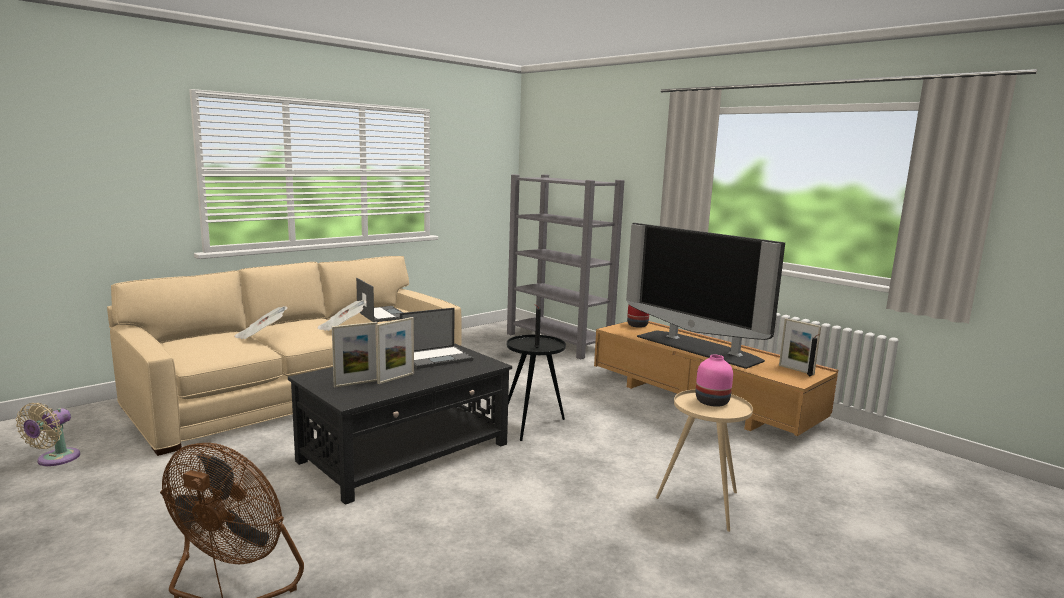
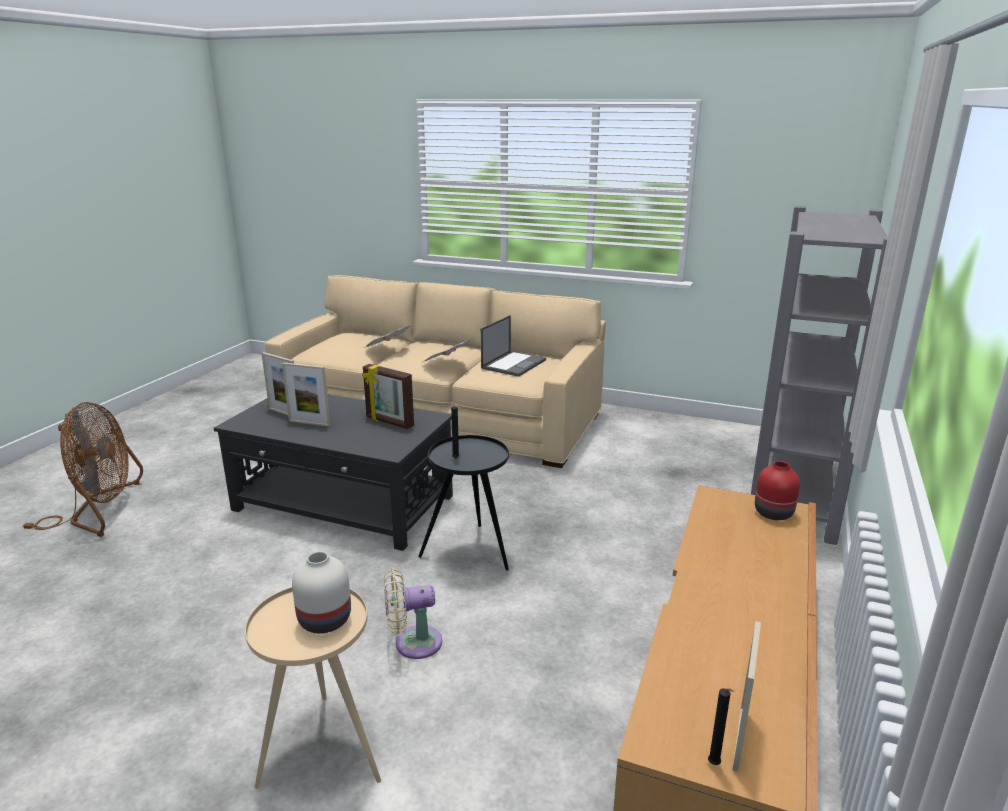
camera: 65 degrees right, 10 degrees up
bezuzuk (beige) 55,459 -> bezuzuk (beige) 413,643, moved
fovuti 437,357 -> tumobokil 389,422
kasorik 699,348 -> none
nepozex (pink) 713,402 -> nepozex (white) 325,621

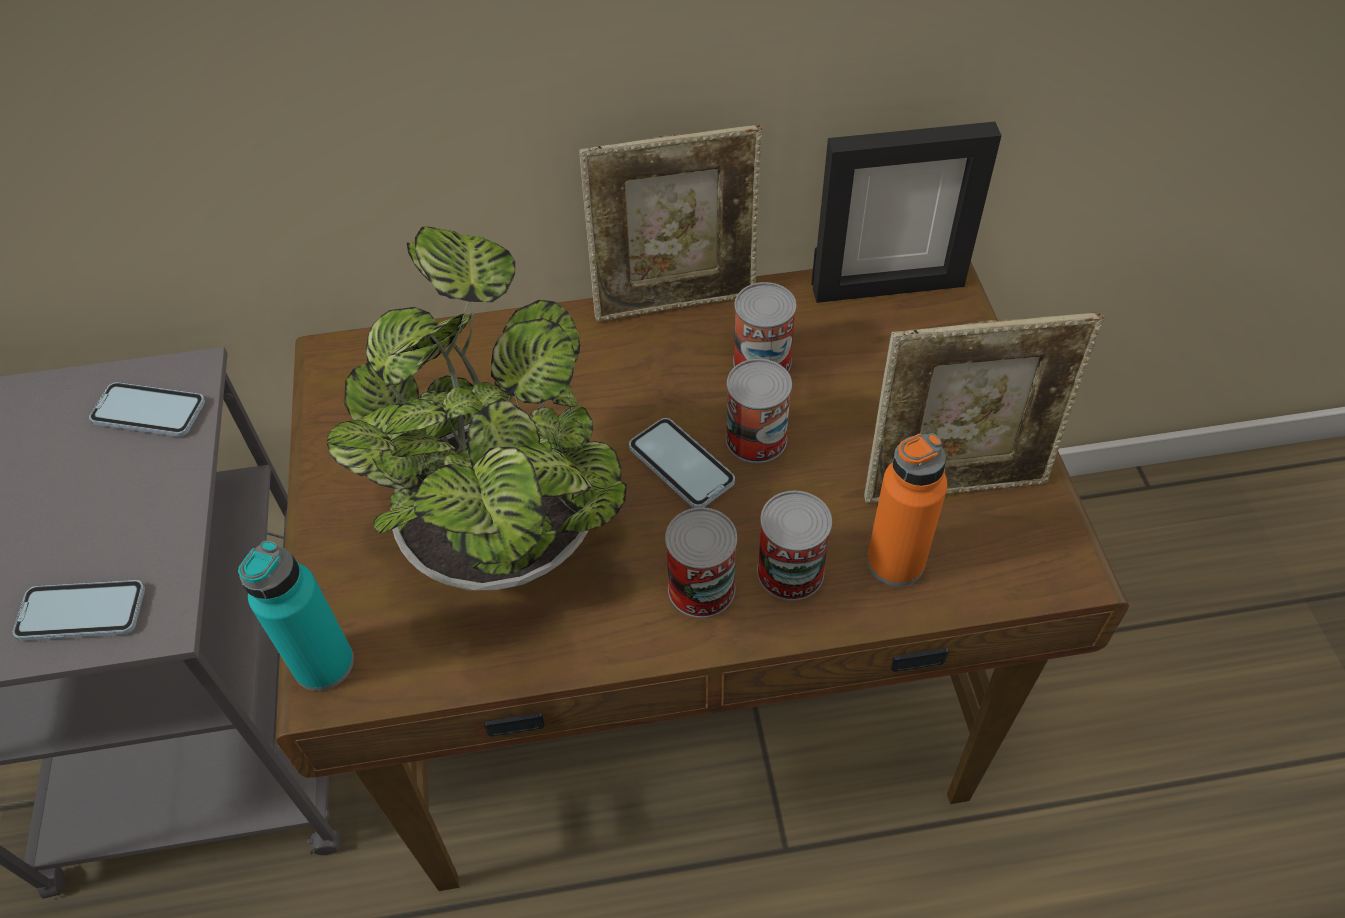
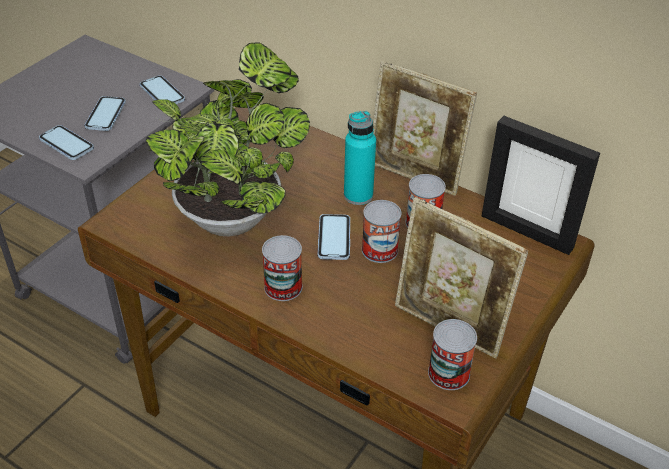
camera: 40 degrees right, 10 degrees down
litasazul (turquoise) 323,664 -> litasazul (turquoise) 358,195, moved
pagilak 790,571 -> pagilak 448,373, moved
litasazul (orange) 895,562 -> none
none -> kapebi 106,115

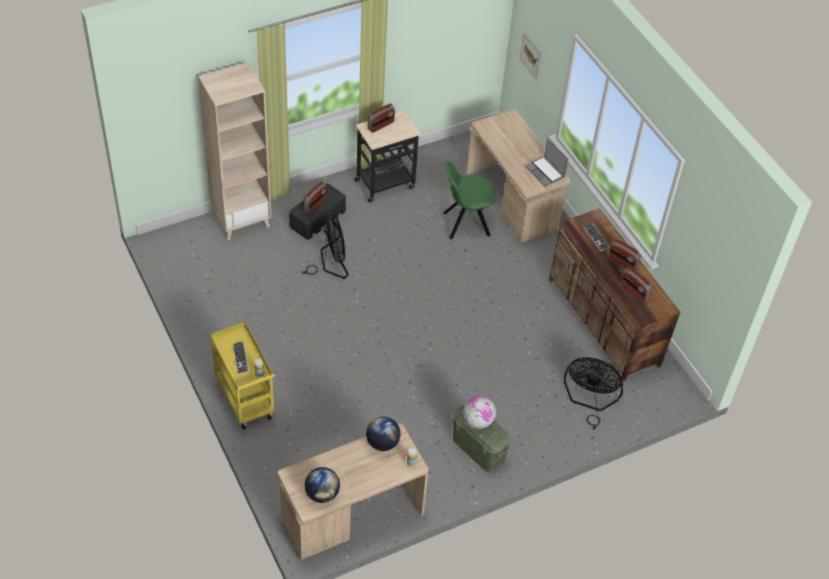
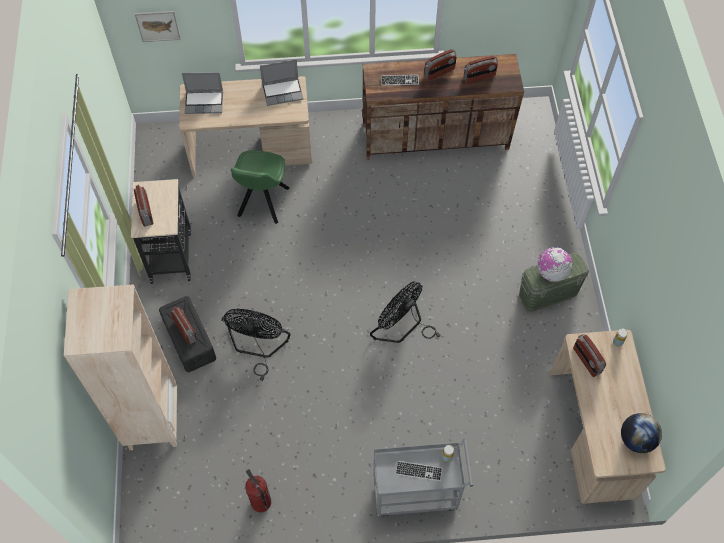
camera: 65 degrees left, 10 degrees up
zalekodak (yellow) 245,401 -> zalekodak (grey) 417,495
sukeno 382,443 -> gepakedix 586,361
bezuzuk (black) 590,401 -> bezuzuk (black) 405,325, moved
none -> fovuti 205,102
none -> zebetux 261,502

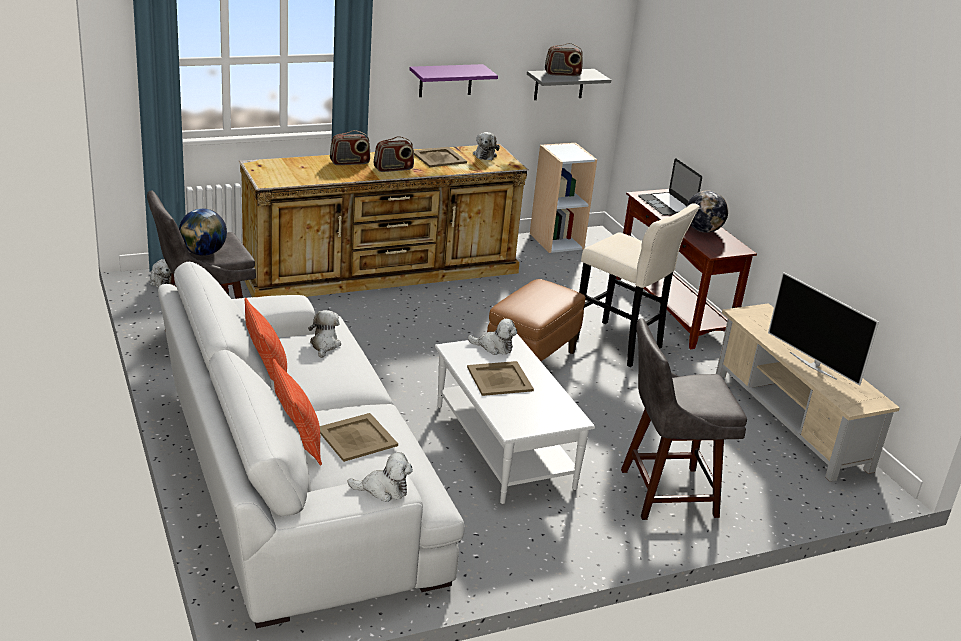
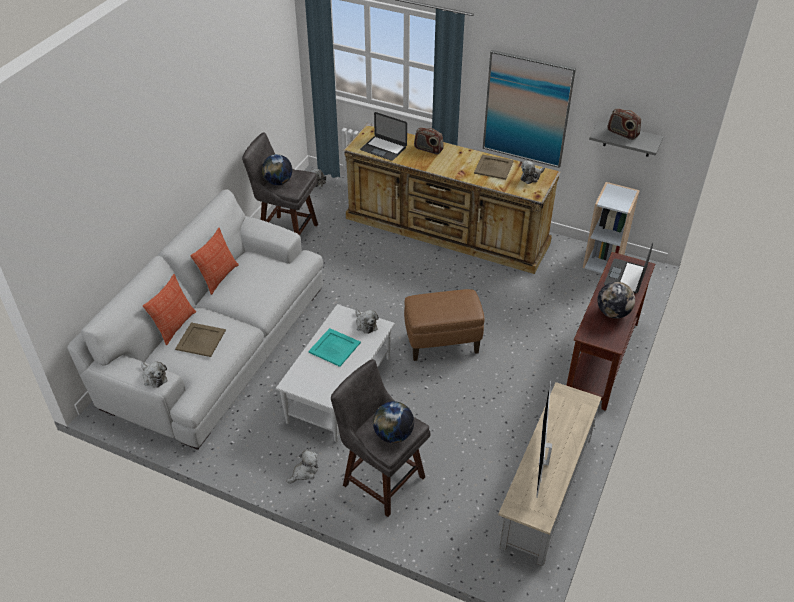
camera: 50 degrees right, 15 degrees up
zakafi 324,345 -> zakafi 304,472, moved
gepakedix 393,169 -> none
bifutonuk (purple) 445,80 -> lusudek 527,109
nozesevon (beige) 499,379 -> nozesevon (turquoise) 334,347
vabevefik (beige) 621,345 -> none
none -> fovuti 383,148
none -> sukeno 393,435

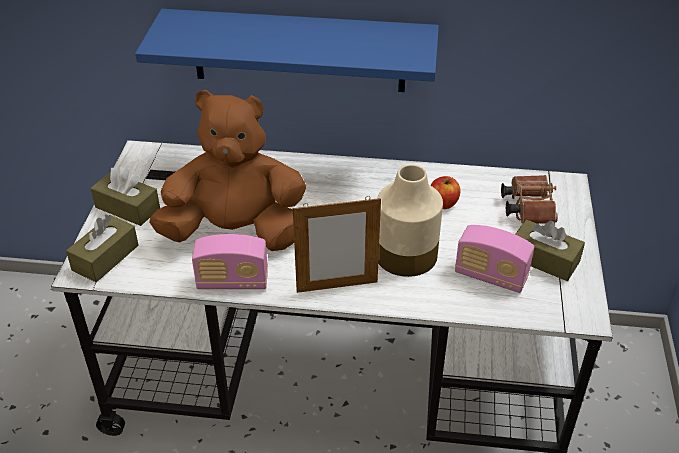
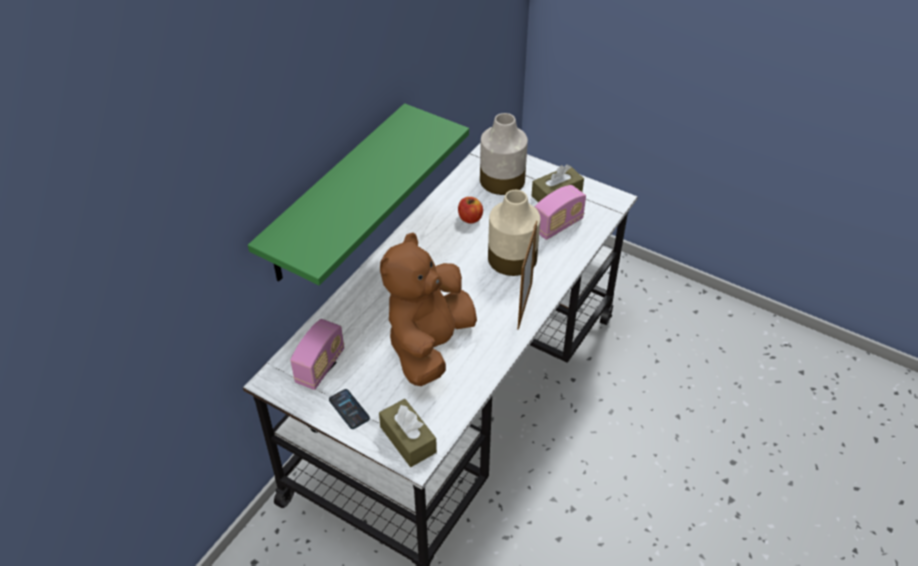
camera: 65 degrees left, 5 degrees up
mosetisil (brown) 127,208 -> kapebi 349,409
bifutonuk (blue) 299,51 -> bifutonuk (green) 335,195
gepakedix 232,282 -> gepakedix 320,367, moved
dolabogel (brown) 527,207 -> nepozex (beige) 501,180

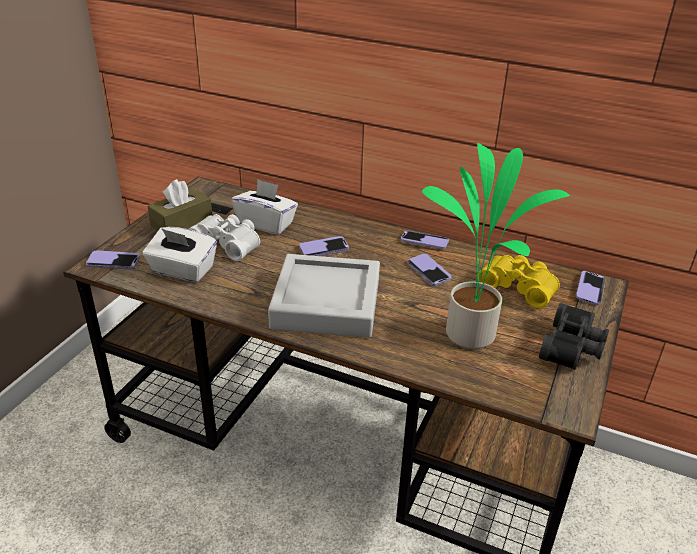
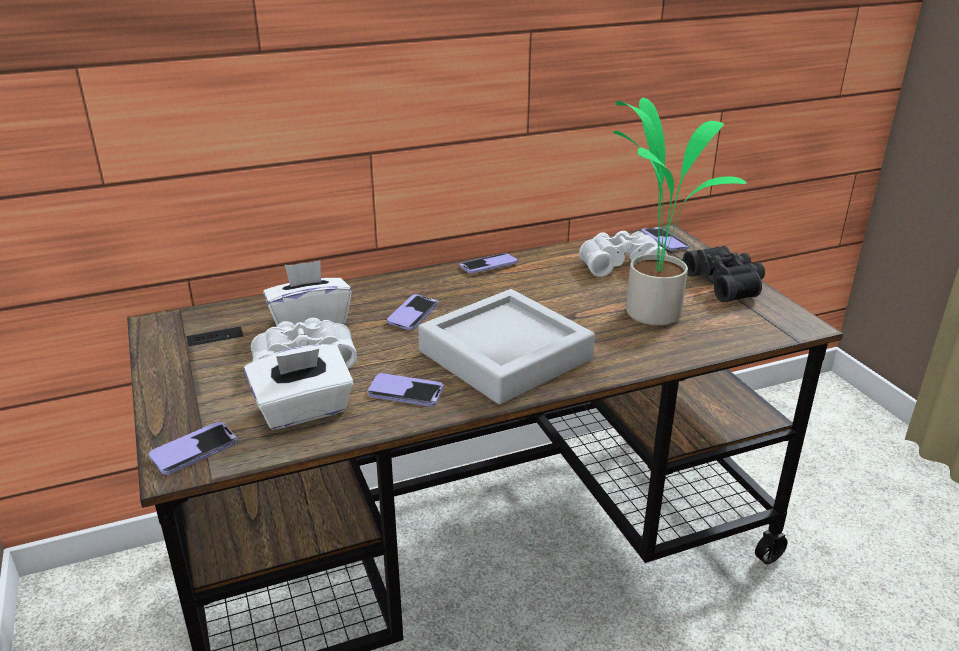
camera: 45 degrees left, 5 degrees down
mosetisil (brown) 182,222 -> none
kapebi 428,271 -> kapebi 405,392, moved
dolabogel (yellow) 519,286 -> dolabogel (white) 619,263

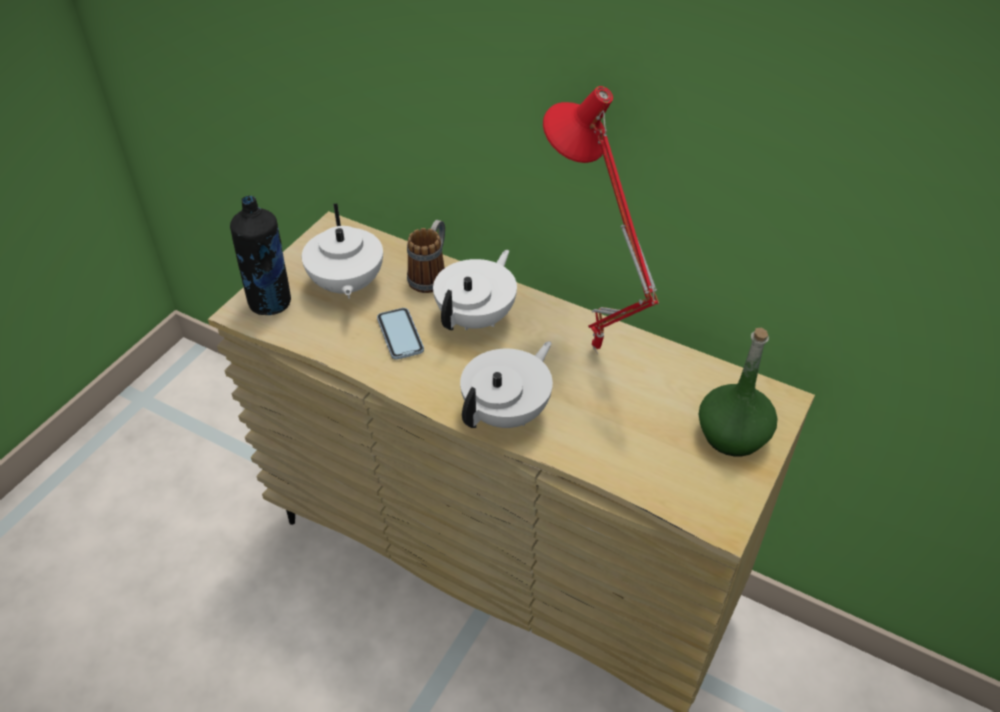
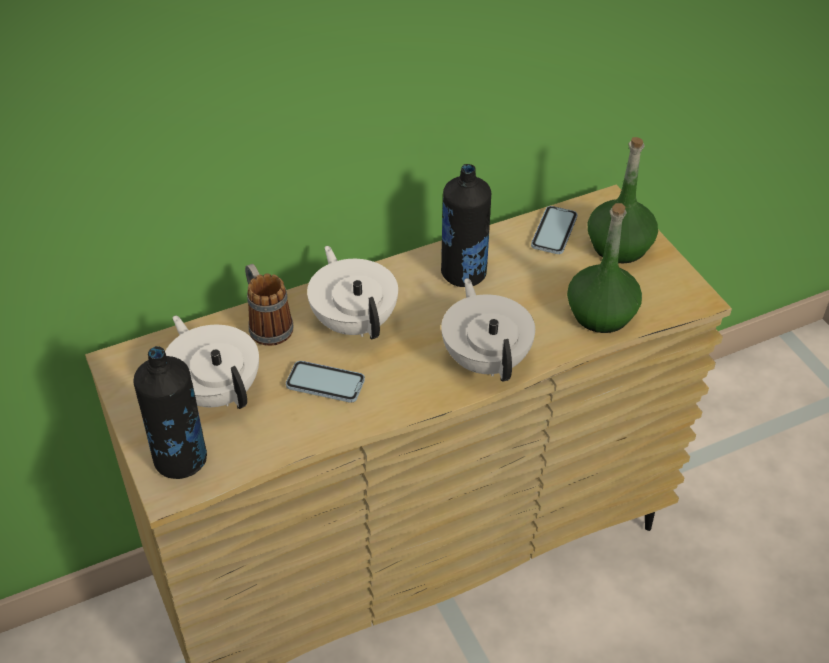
camera: 55 degrees left, 0 degrees up
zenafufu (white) 346,285 -> zenafufu (white) 216,390, 150 degrees counterclockwise
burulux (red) 590,351 -> litasazul (black) 463,274
none -> kapebi 554,232
none -> litasazul (green) 601,314

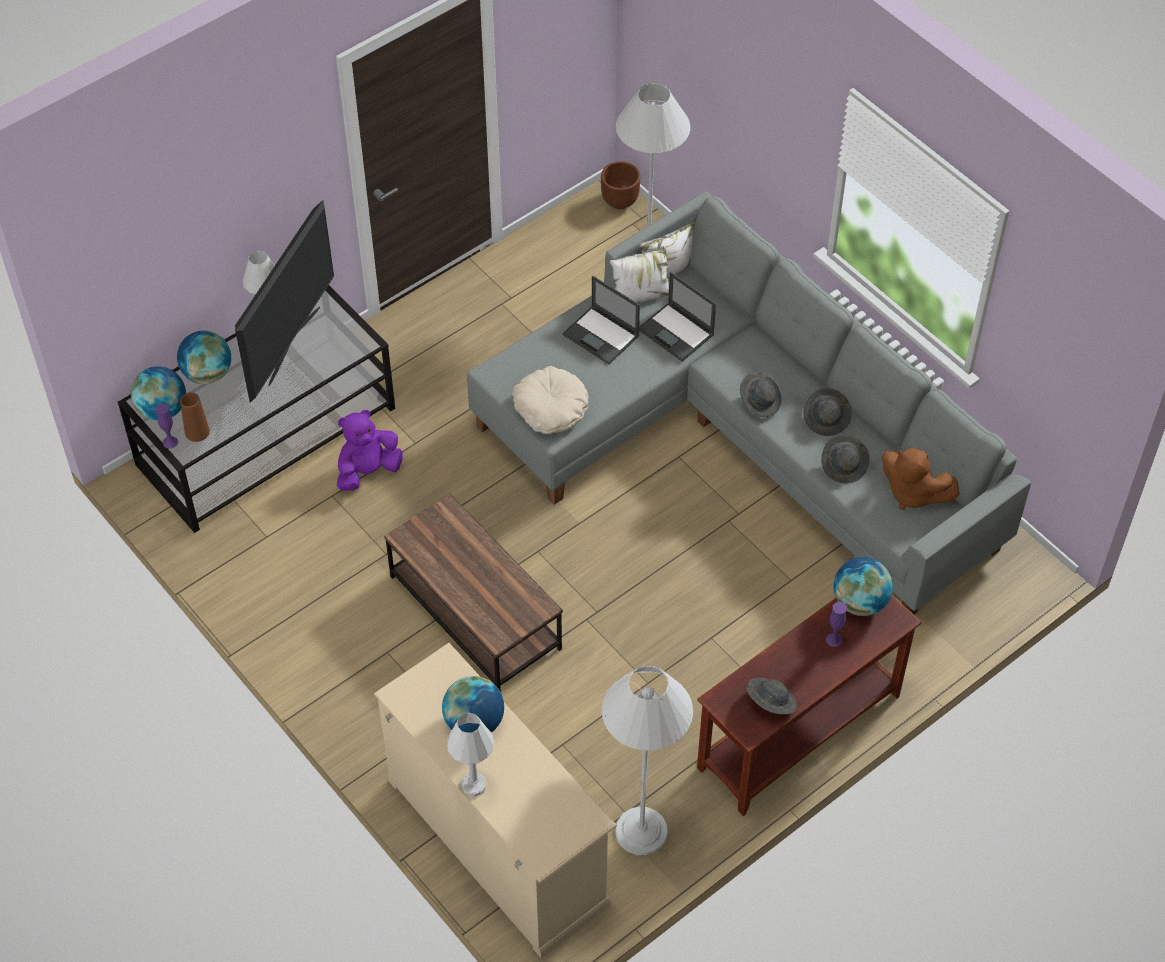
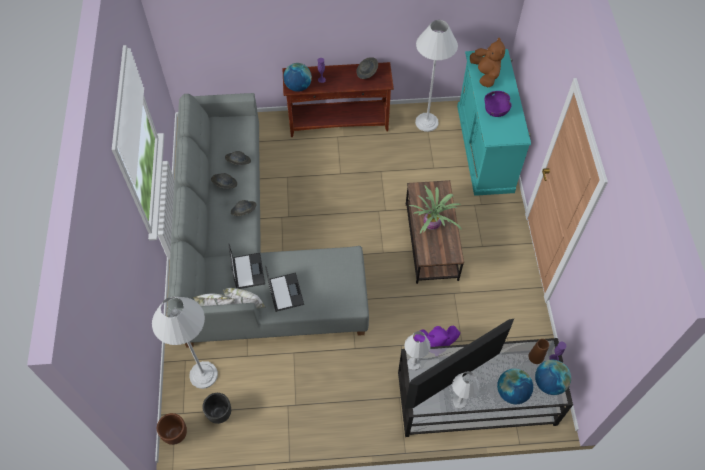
camera: 145 degrees left, 5 degrees up
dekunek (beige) 496,841 -> dekunek (turquoise) 485,148
sukeno 474,723 -> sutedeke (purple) 496,110
burulux (white) 474,785 -> burulux (white) 414,364, moved
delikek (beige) 552,408 -> none
zakafi (brown) 912,493 -> zakafi (brown) 485,74, moved
none -> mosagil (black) 219,414
none -> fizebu 432,225

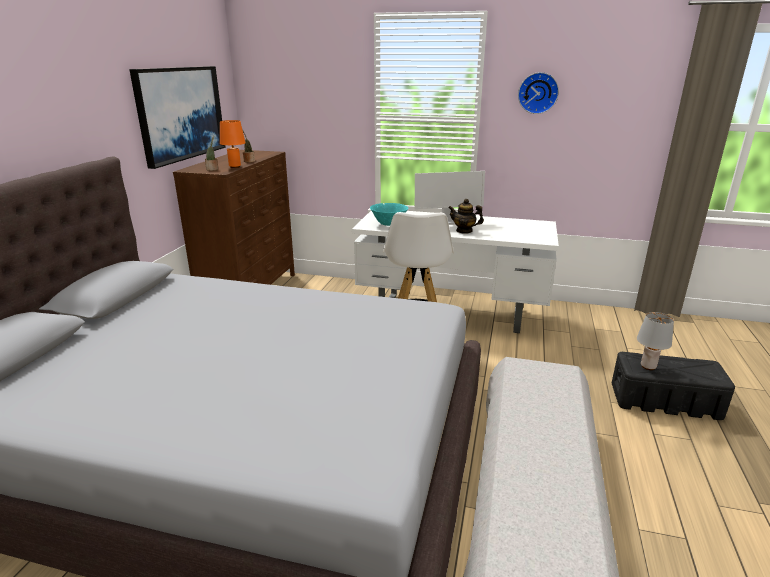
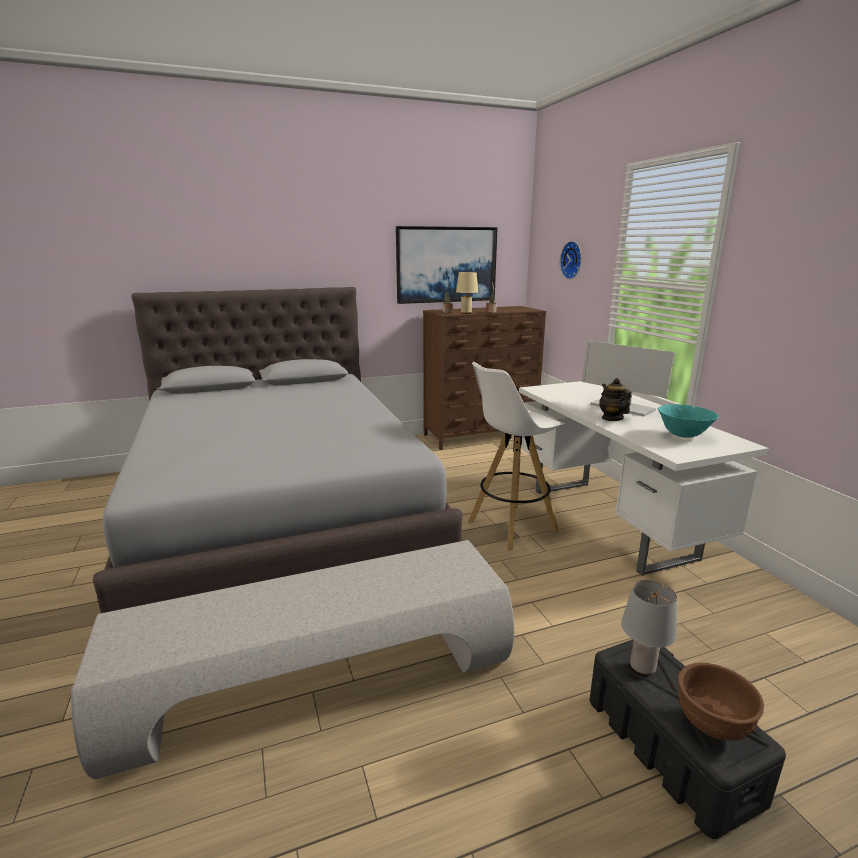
camera: 55 degrees right, 5 degrees down
burulux (orange) 235,167 -> burulux (beige) 466,313
sutedeke (turquoise) 388,224 -> sutedeke (turquoise) 682,436, moved
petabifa 538,93 -> petabifa 573,260, moved
none -> sutedeke (brown) 712,724

